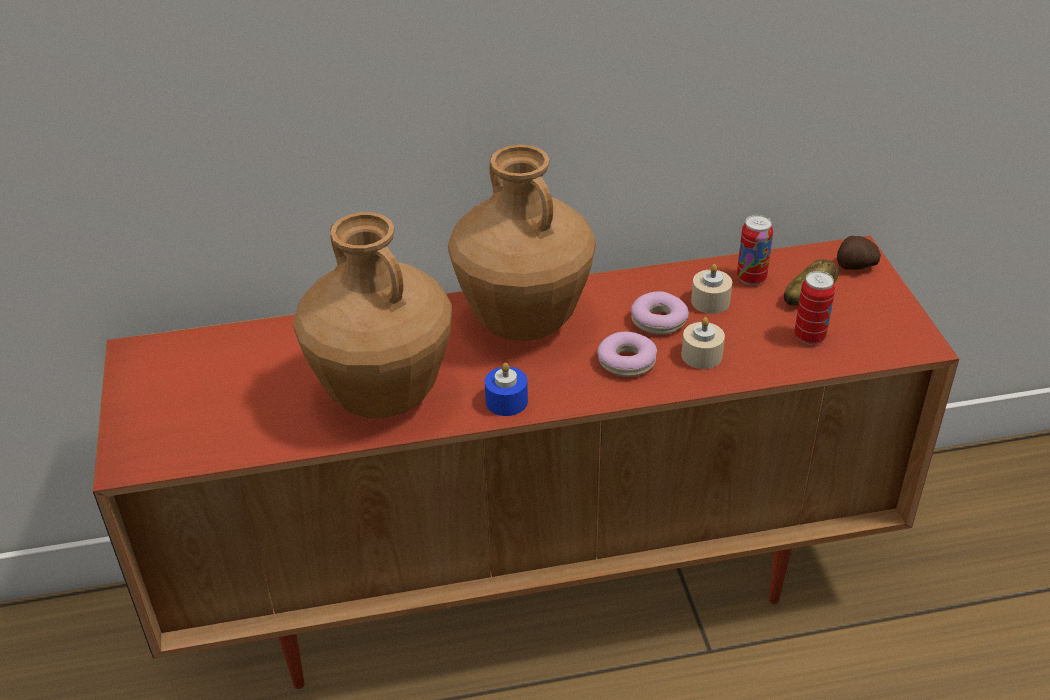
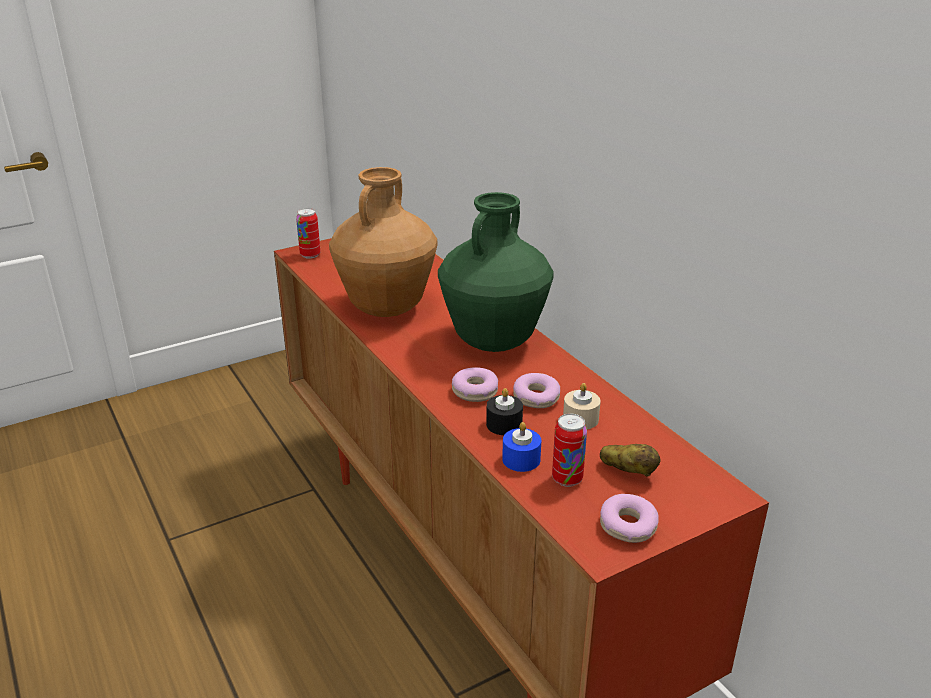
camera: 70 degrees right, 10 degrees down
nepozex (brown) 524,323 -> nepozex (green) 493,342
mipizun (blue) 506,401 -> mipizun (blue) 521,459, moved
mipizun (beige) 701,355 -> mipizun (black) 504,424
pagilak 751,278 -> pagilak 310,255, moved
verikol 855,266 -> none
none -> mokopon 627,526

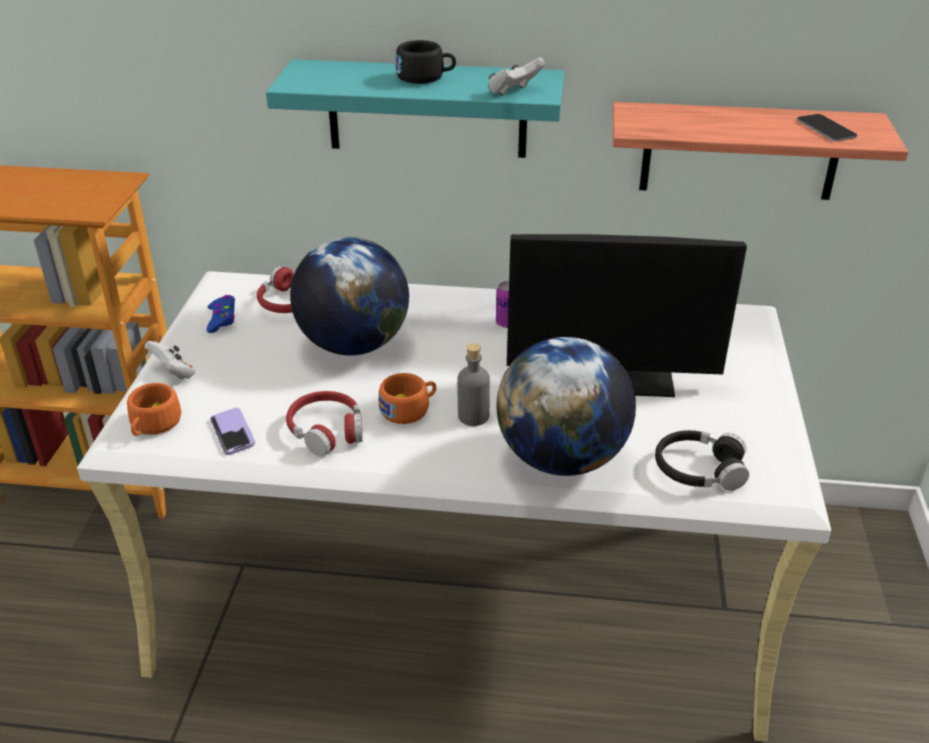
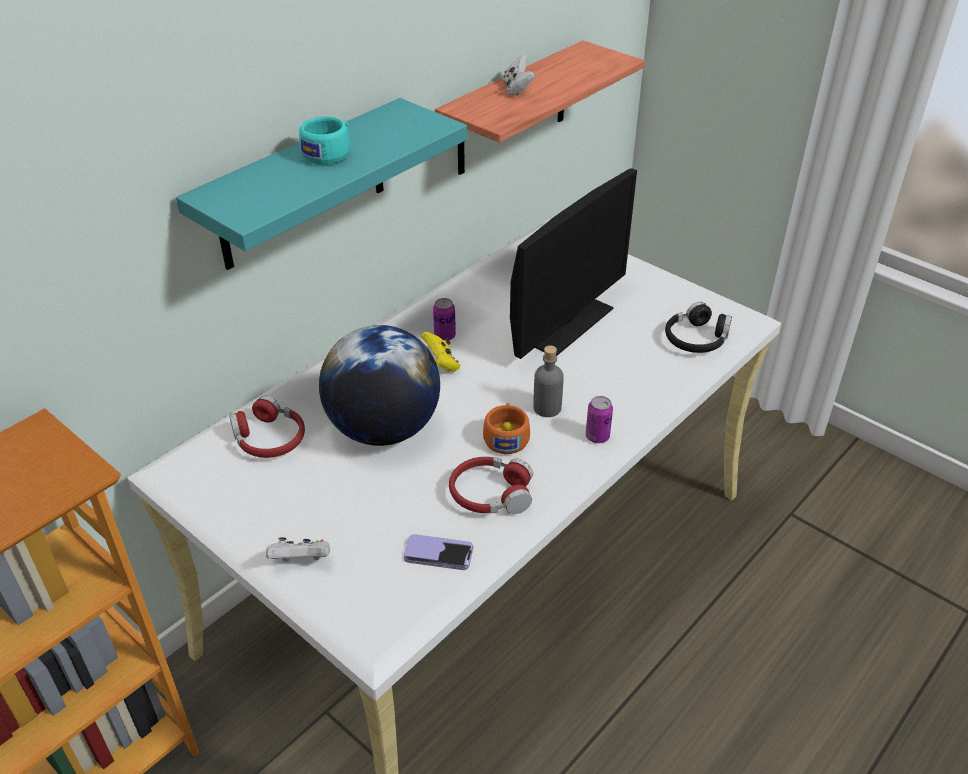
camera: 55 degrees left, 5 degrees up
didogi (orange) 153,425 -> none
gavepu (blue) 222,319 -> none
didogi (black) 426,77 -> didogi (turquoise) 330,153
gavepu (white) 514,92 -> gavepu (white) 517,89, moved
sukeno 562,458 -> none
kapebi 826,128 -> none
none -> gavepu (yellow) 442,363
none -> pagilak 597,436

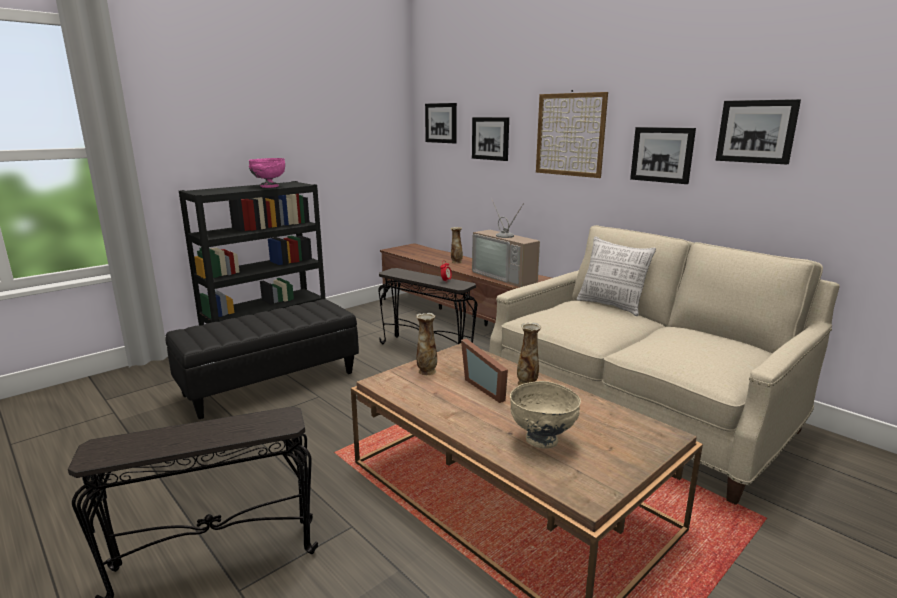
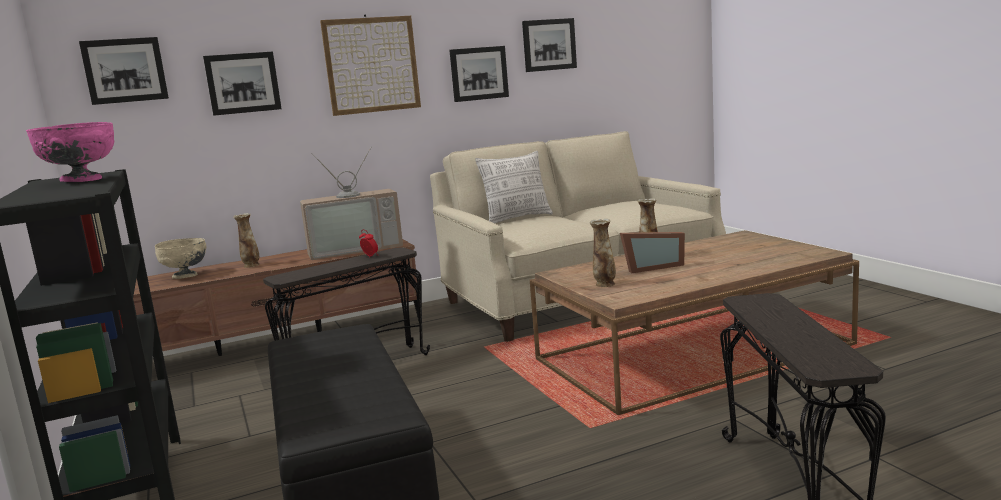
camera: 70 degrees left, 5 degrees down
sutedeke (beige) 542,440 -> sutedeke (beige) 185,276, moved

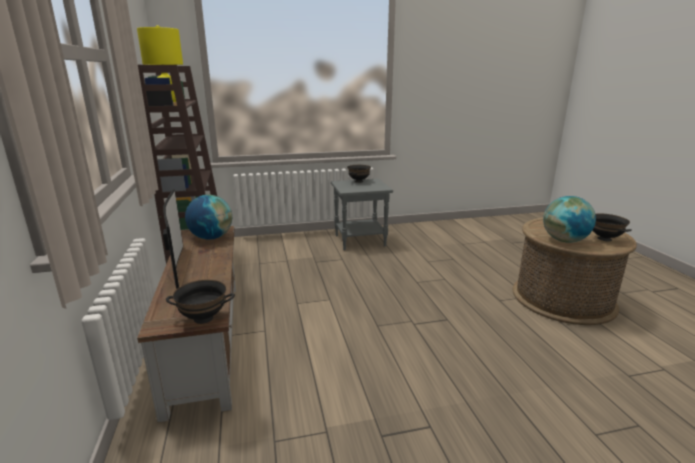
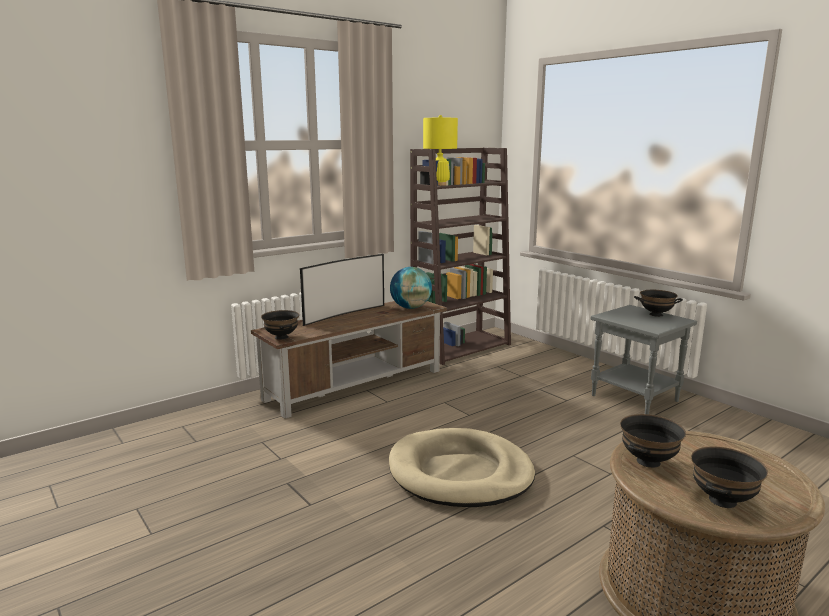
camera: 65 degrees right, 5 degrees down
sukeno 564,240 -> sutedeke (black) 649,462
none -> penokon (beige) 460,473

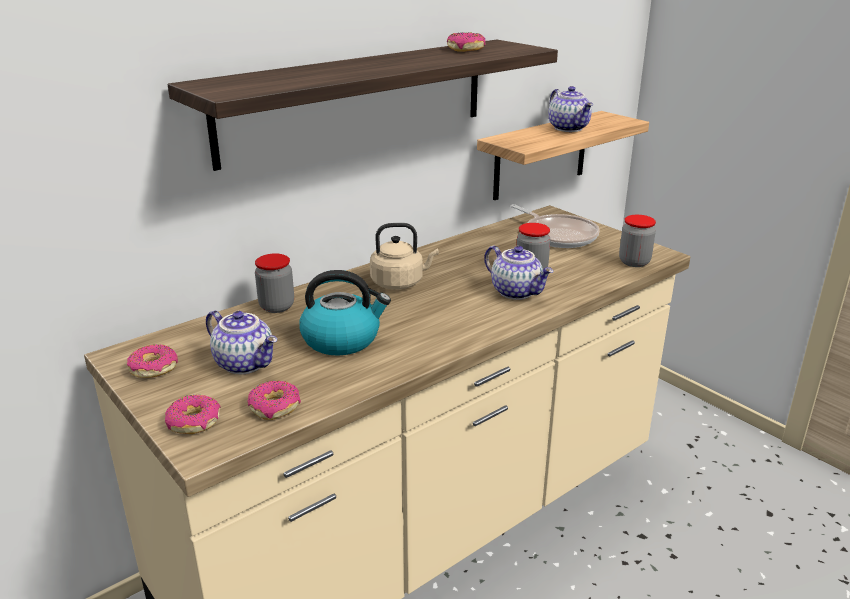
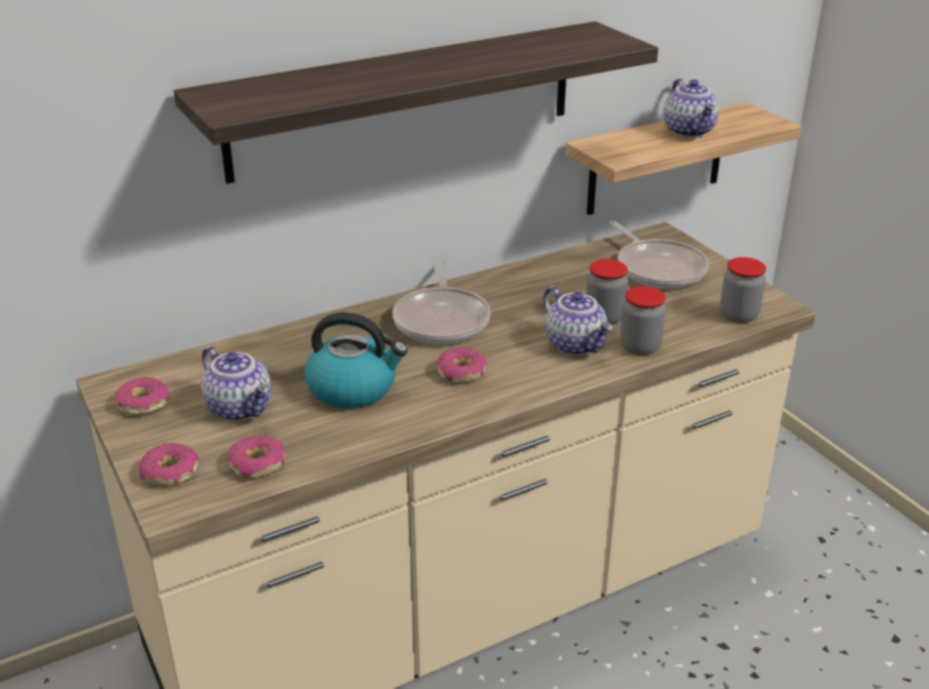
camera: 10 degrees right, 5 degrees up
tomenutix 277,306 -> tomenutix 640,347, moved
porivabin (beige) 400,283 -> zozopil 442,319
mokopon 466,49 -> mokopon 461,373, moved

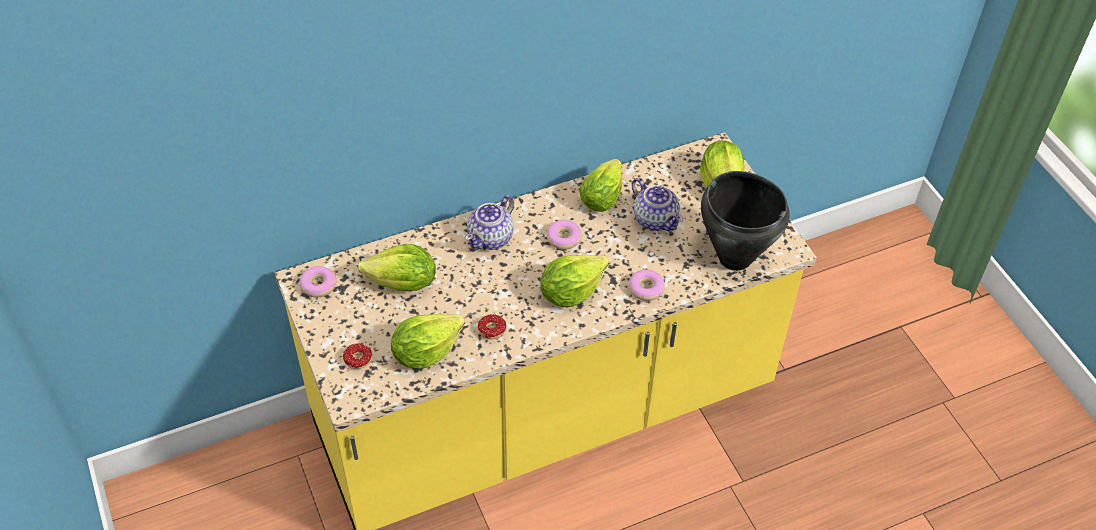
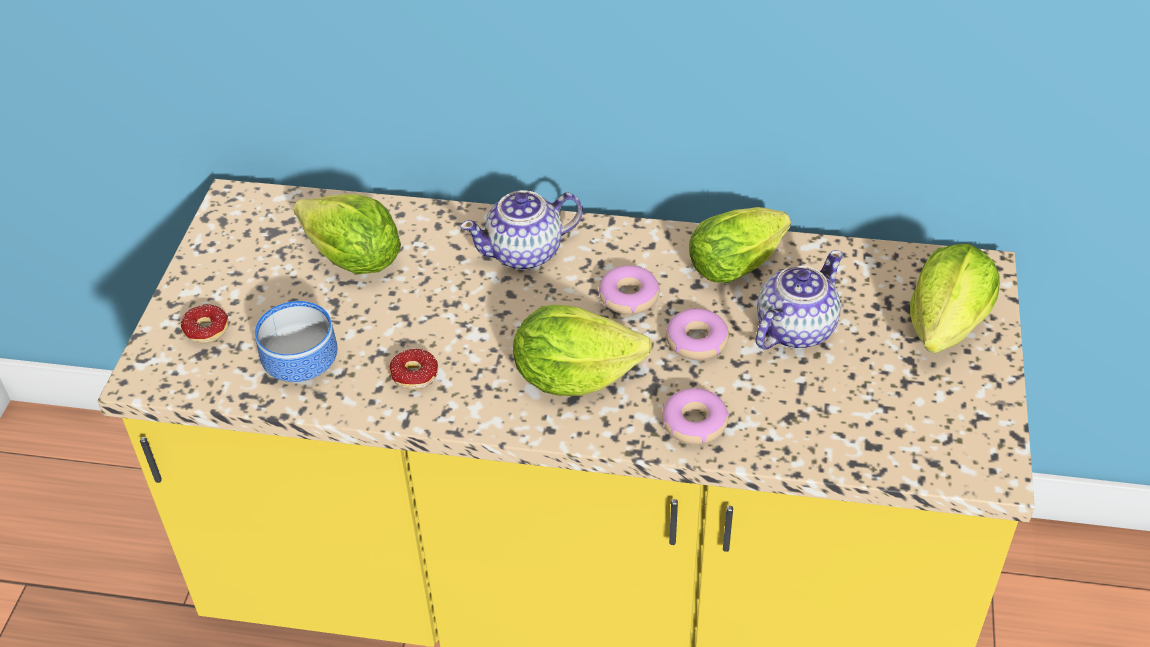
camera: 35 degrees right, 5 degrees down
mokopon 318,285 -> mokopon 696,341, moved
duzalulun 425,352 -> sutedeke 299,363
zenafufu 655,219 -> zenafufu 794,329, 135 degrees counterclockwise
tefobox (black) 734,257 -> none

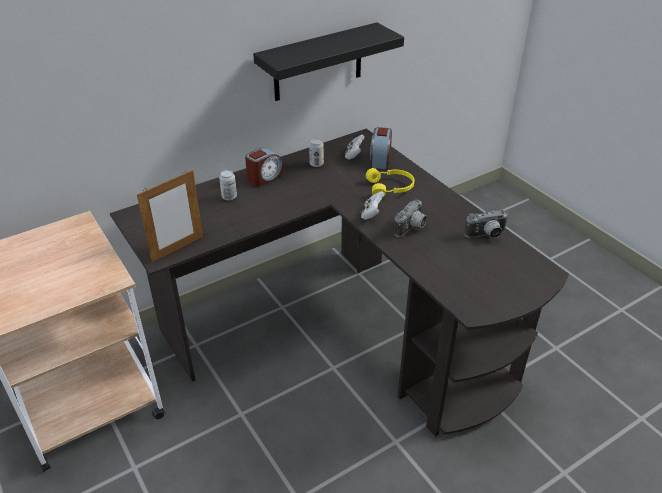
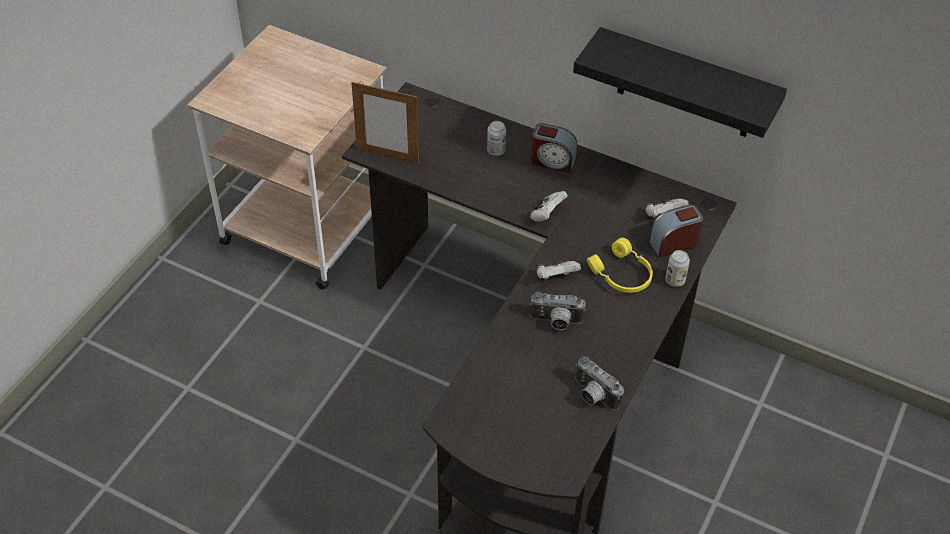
camera: 60 degrees right, 10 degrees up
pagilak 316,164 -> pagilak 675,280, moved
none -> gavepu (white) 547,215

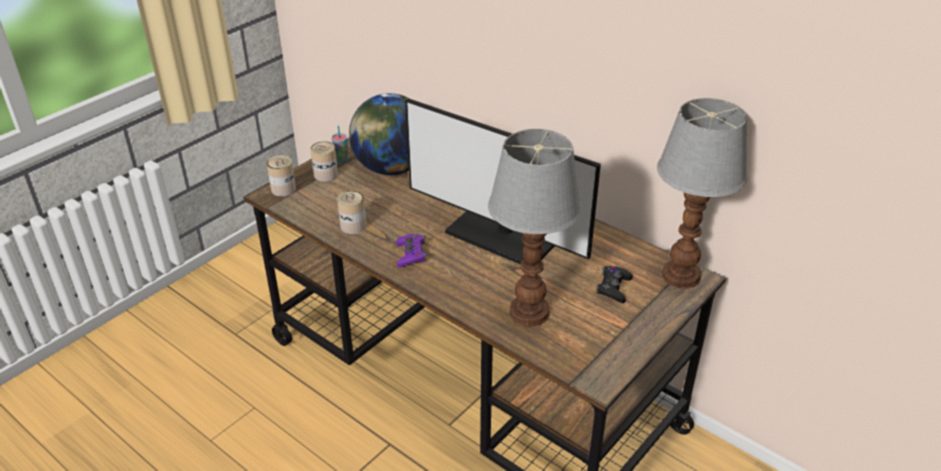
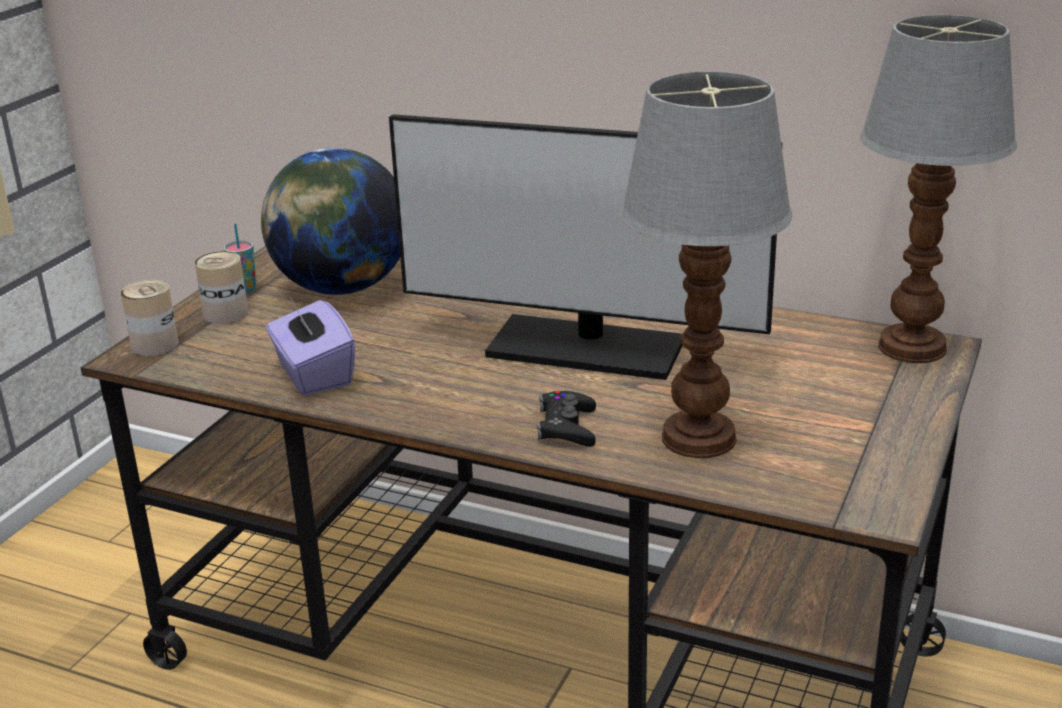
camera: 15 degrees left, 10 degrees down
pagilak 353,226 -> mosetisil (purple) 313,374
gavepu (purple) 411,254 -> none
gavepu (black) 613,287 -> gavepu (black) 567,427, moved

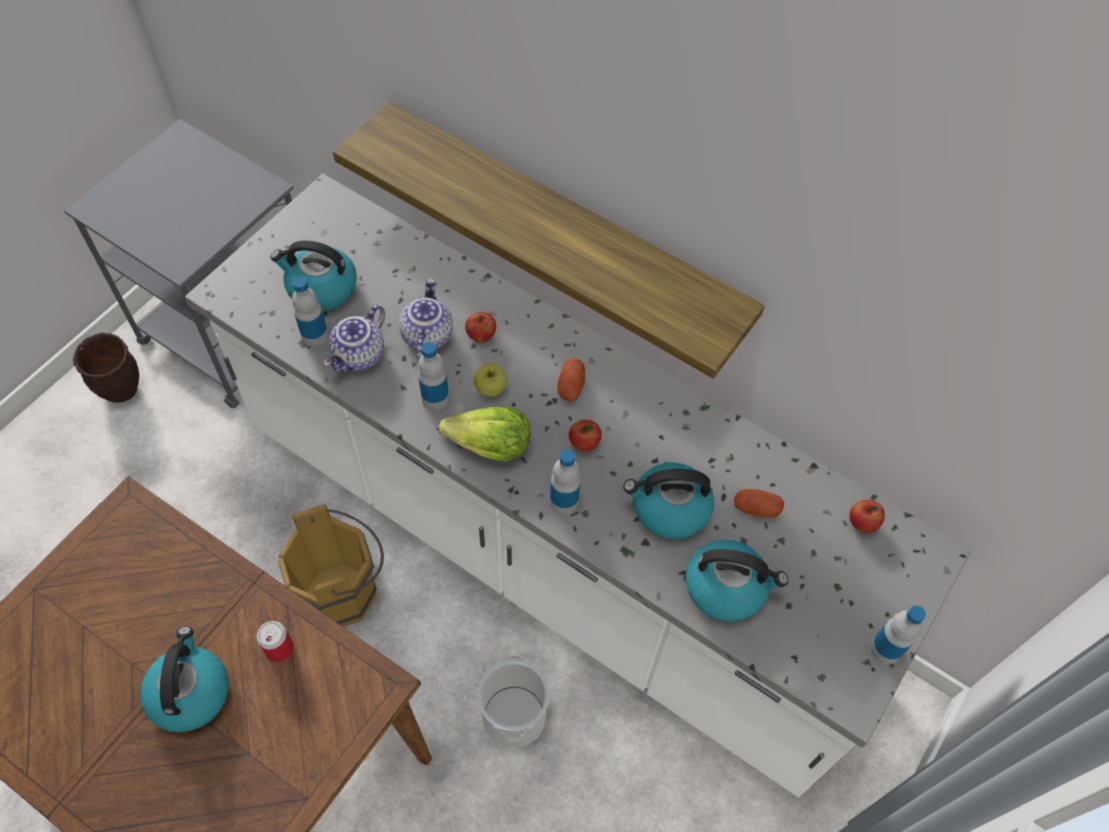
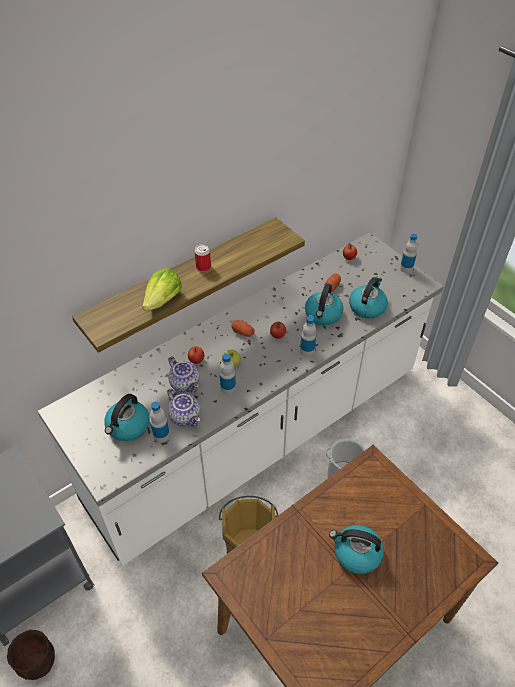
camera: 70 degrees left, 10 degrees down
pagilak 279,649 -> pagilak 203,267, moved
zenafufu 426,336 -> zenafufu 185,384, 150 degrees counterclockwise
duzalulun 490,446 -> duzalulun 163,300, moved

